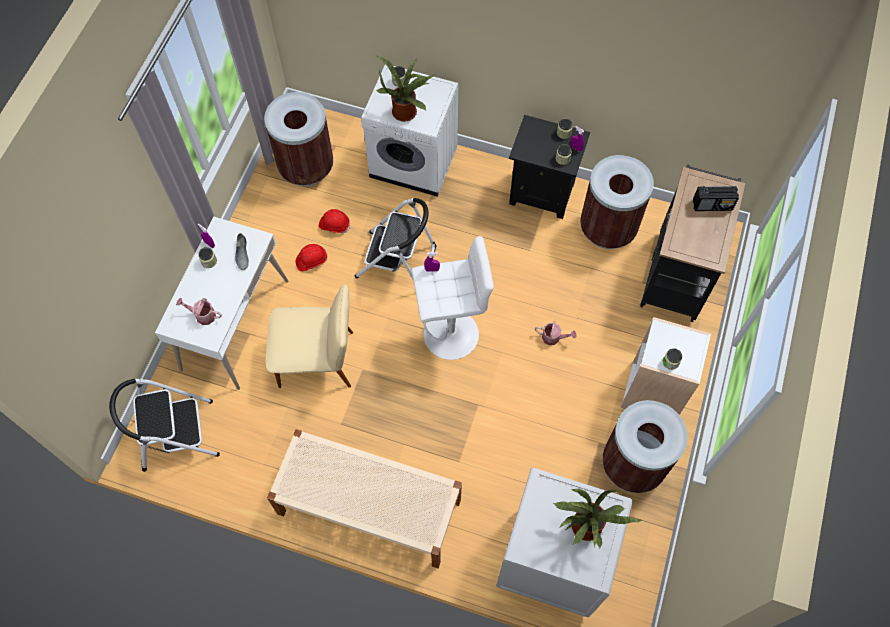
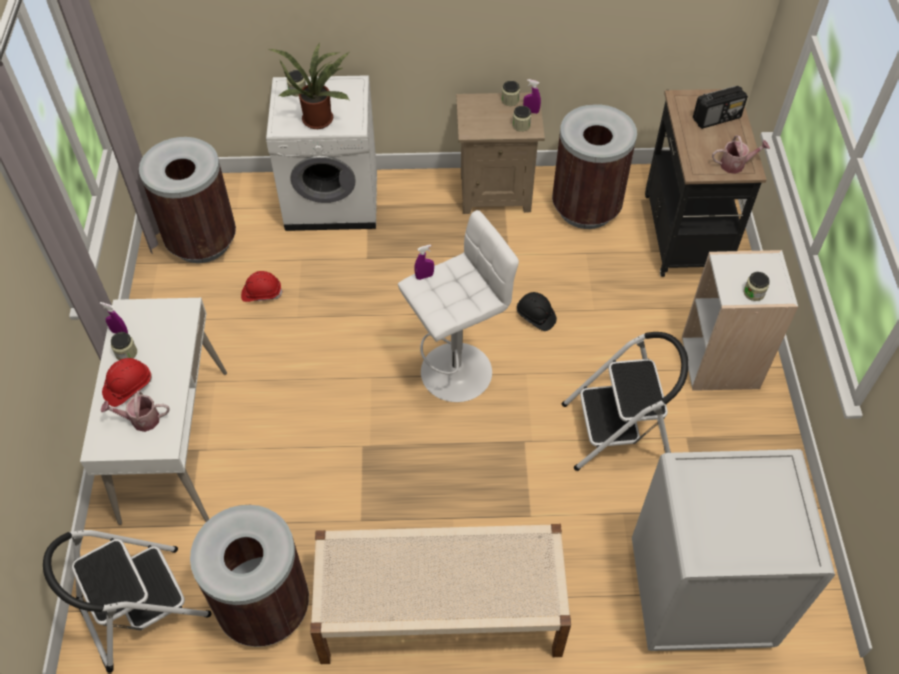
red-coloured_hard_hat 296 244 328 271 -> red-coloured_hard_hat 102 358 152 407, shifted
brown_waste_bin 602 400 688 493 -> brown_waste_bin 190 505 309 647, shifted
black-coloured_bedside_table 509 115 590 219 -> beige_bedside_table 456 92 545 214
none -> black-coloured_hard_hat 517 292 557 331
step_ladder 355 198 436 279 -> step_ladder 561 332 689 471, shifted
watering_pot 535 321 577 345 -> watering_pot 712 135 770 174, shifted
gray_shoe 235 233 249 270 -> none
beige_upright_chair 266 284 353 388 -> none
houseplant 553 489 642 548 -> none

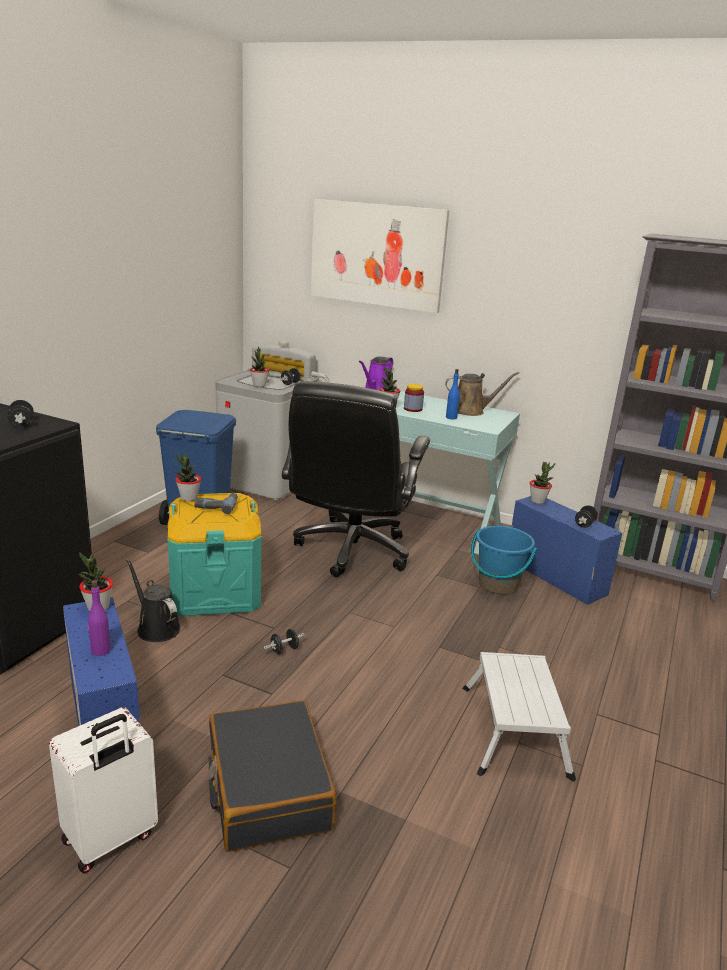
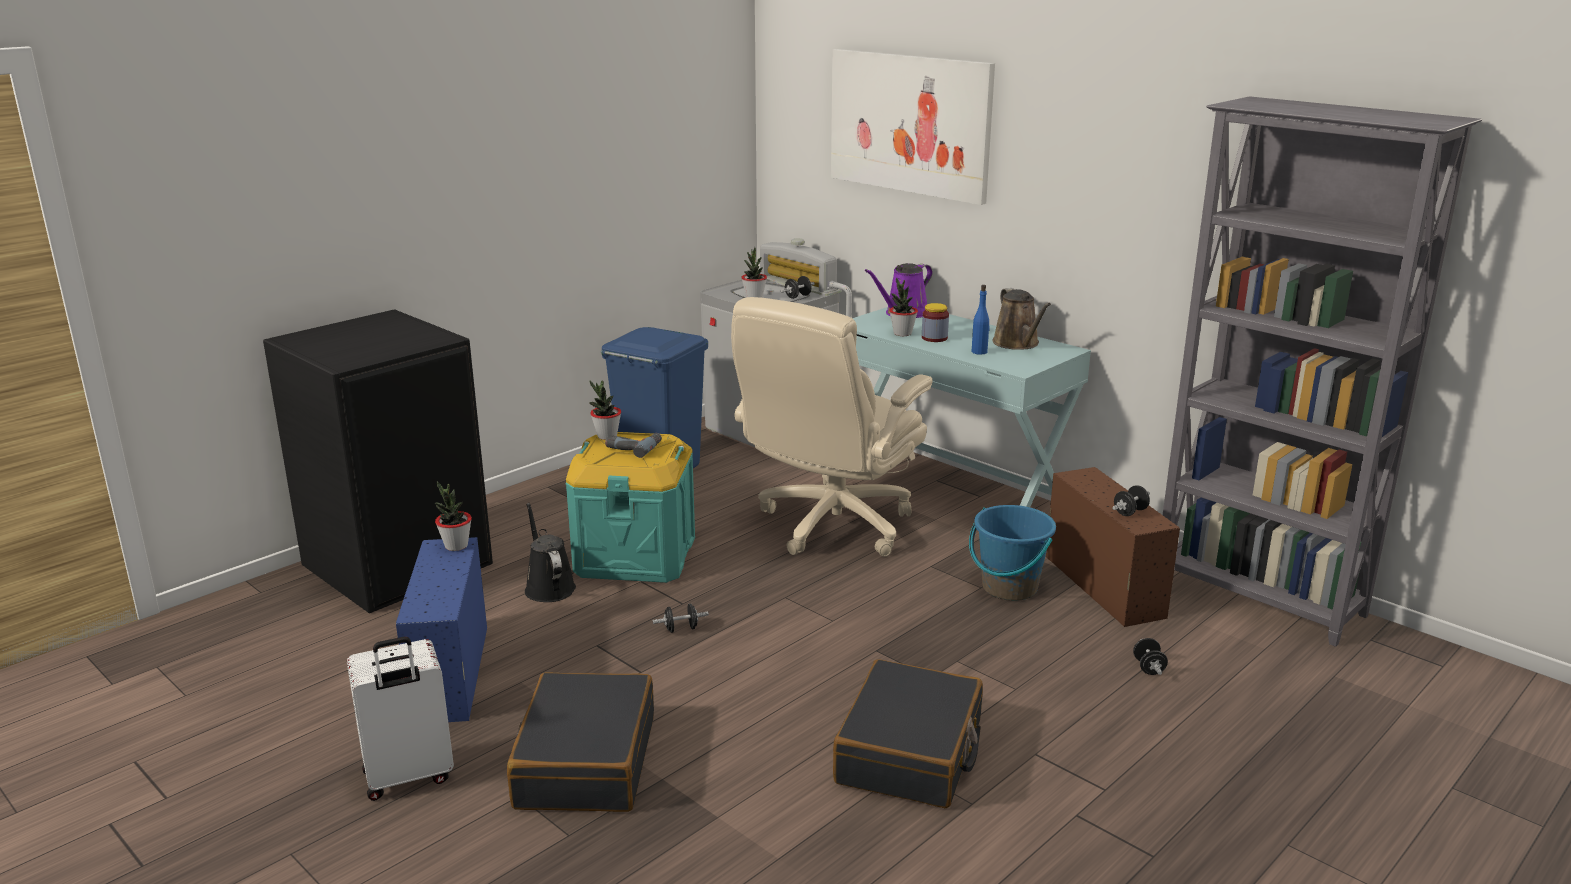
black-coloured_desk_chair 282 381 430 577 -> beige_desk_chair 731 297 933 557
white_step_ladder 462 652 576 782 -> black-coloured_piece_of_luggage 833 659 983 808
brown_watering_pot 445 372 519 416 -> brown_watering_pot 993 288 1051 350, 60 degrees clockwise
bluish_storage_container 512 496 622 605 -> brown_storage_container 1046 467 1180 627
black-coloured_dumbbell 7 400 34 428 -> black-coloured_dumbbell 1133 638 1168 675, shifted
purple_bottle 88 580 111 656 -> none
houseplant 530 462 555 504 -> none

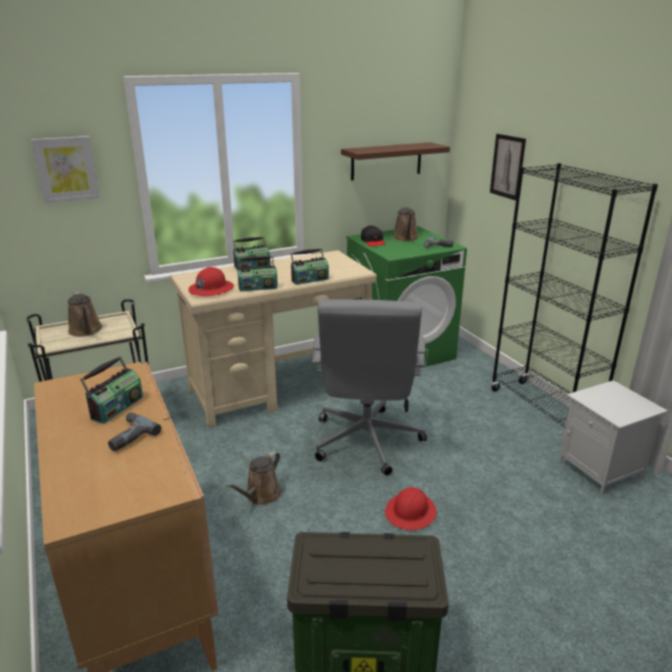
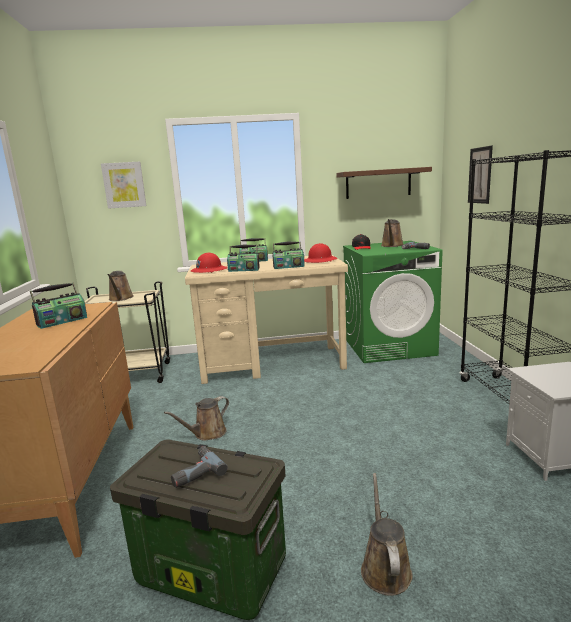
power_drill 108 412 161 451 -> power_drill 171 446 228 488, shifted
red-coloured_hard_hat 385 487 437 530 -> red-coloured_hard_hat 304 243 337 263, shifted
none -> brown_watering_pot 361 473 413 596
gray_desk_chair 312 299 427 476 -> none

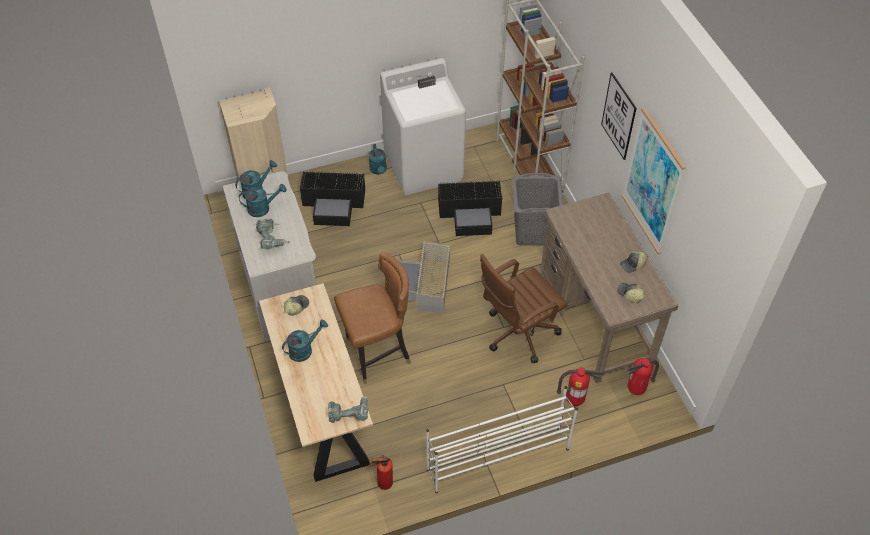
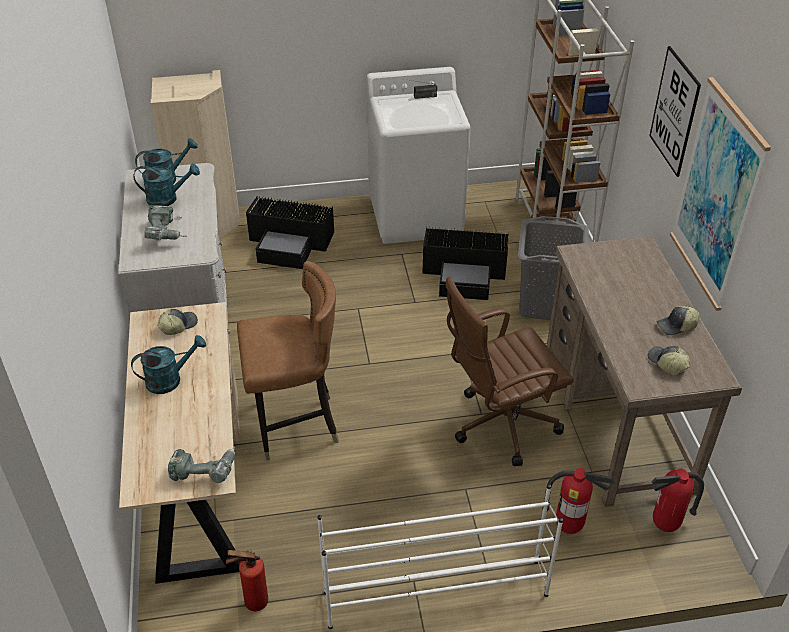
turquoise-coloured_watering_pot 369 144 387 174 -> none
gray_storage_container 398 241 450 313 -> none

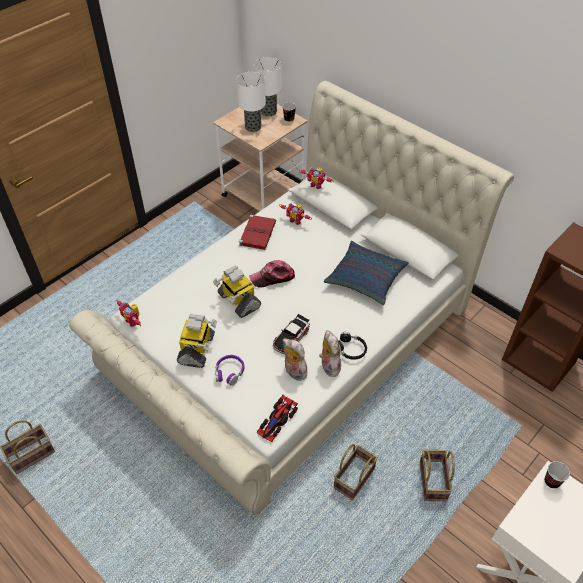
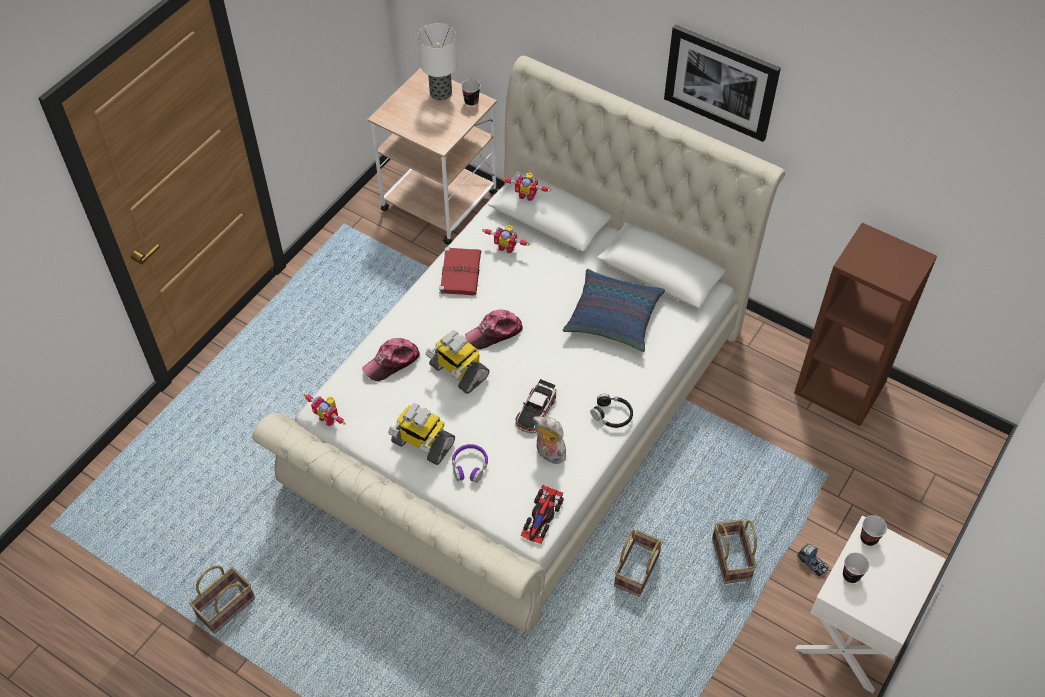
none -> peaked_cap 362 338 420 381
model_robot 177 314 217 368 -> model_robot 388 403 455 465, 120 degrees clockwise
none -> wall_picture 664 25 781 142
none -> toy_lorry 797 544 829 576
none -> cup 843 552 870 583
tabletop_lamp 237 72 266 132 -> none
cuddly_toy 319 330 341 377 -> none

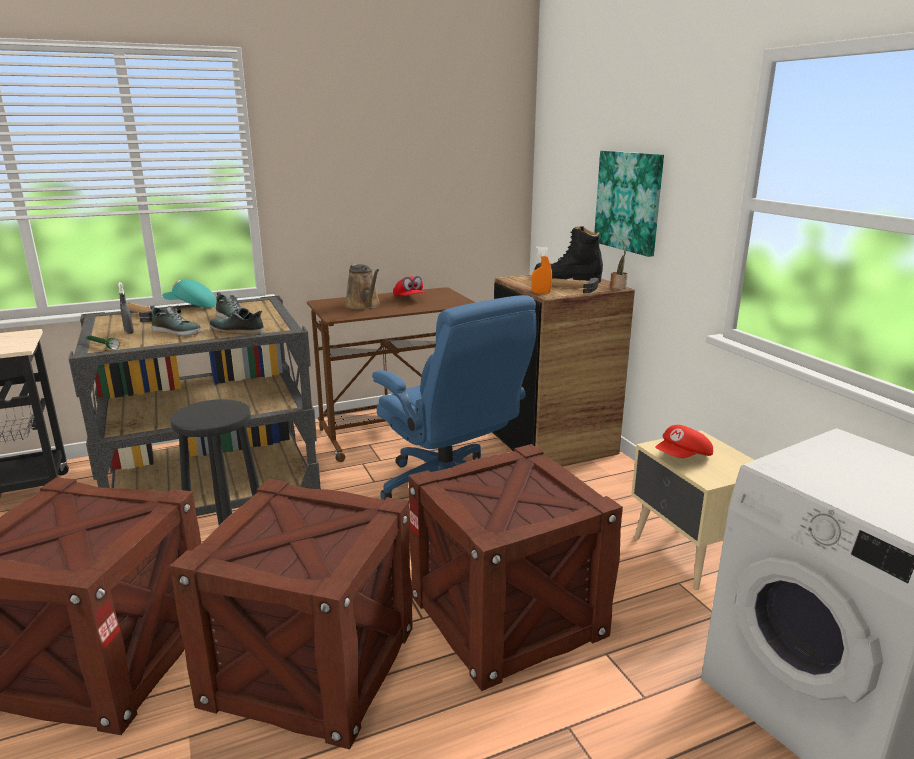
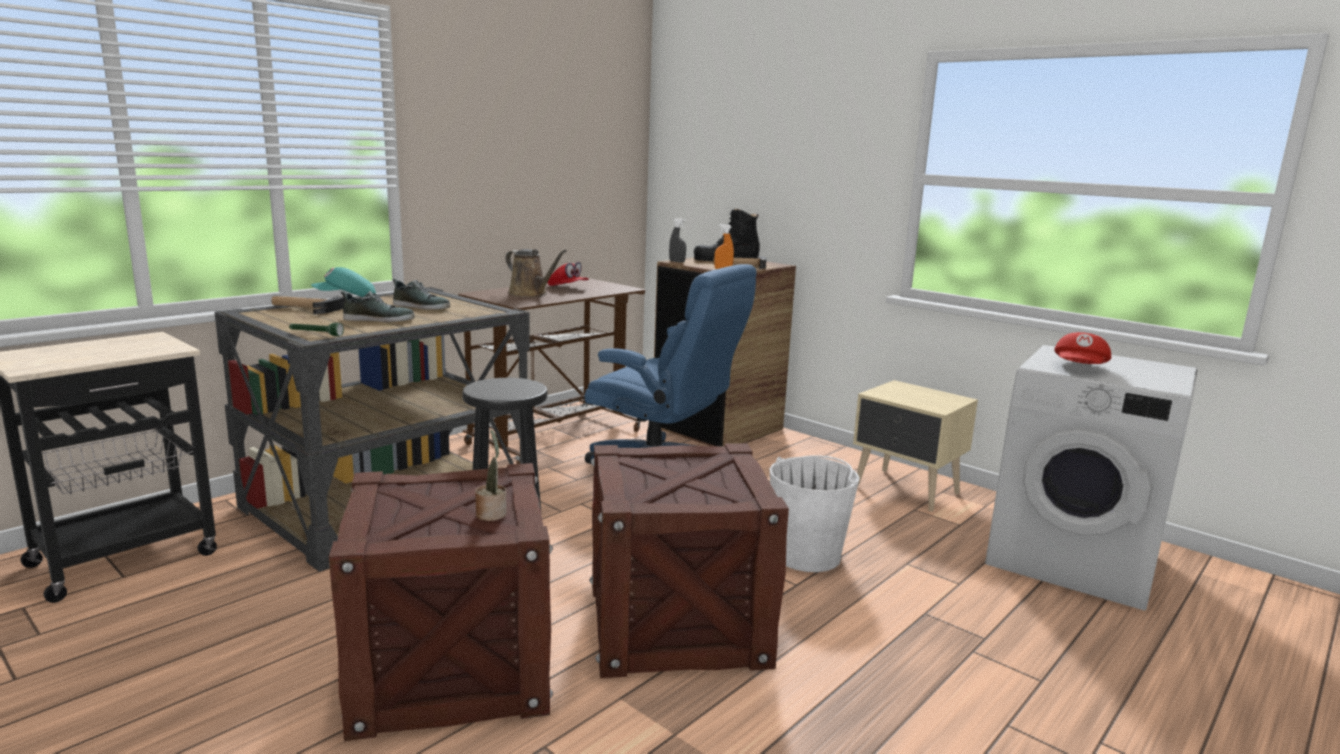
houseplant 610 241 628 289 -> houseplant 475 429 507 521, shifted
gray_sprayer 118 282 134 334 -> gray_sprayer 669 218 686 262, shifted
packing_crate 409 444 623 691 -> white_water_bucket 770 455 860 572
red-coloured_peaked_cap 655 425 713 458 -> red-coloured_peaked_cap 1054 332 1111 364, shifted
shoe 209 307 264 335 -> none
wall_picture 594 151 664 257 -> none

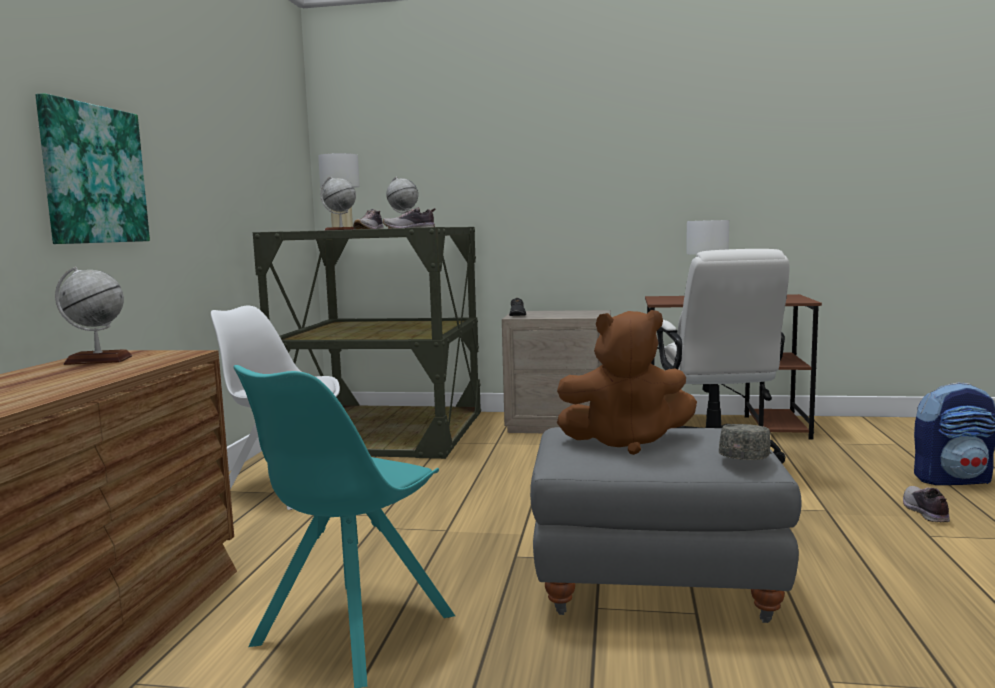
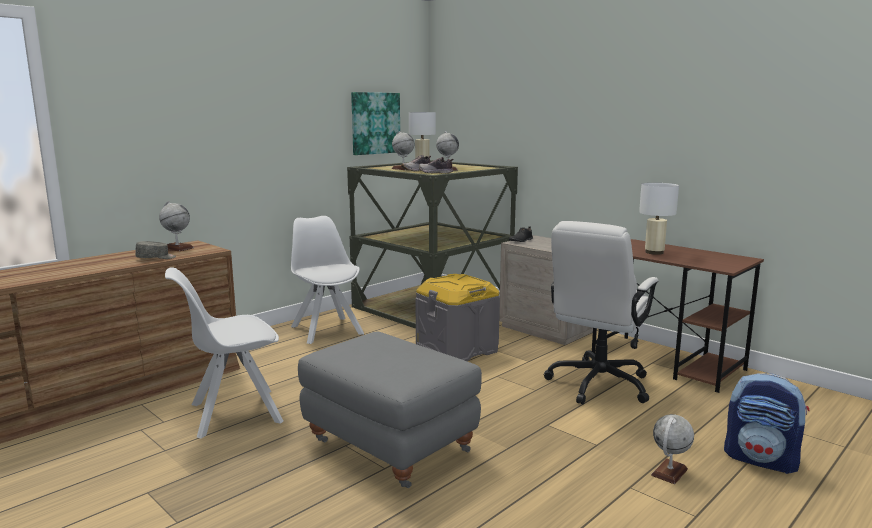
gray_peaked_cap 719 424 772 460 -> gray_peaked_cap 135 241 176 259, shifted
turquoise-coloured_upright_chair 234 365 455 688 -> white_upright_chair 165 267 283 439
wall_picture 35 93 150 244 -> wall_picture 351 92 400 155, shifted
none -> gray_storage_container 415 274 500 361
shoe 903 486 950 522 -> desk_globe 651 414 694 484
brown_cuddly_toy 557 310 697 455 -> none

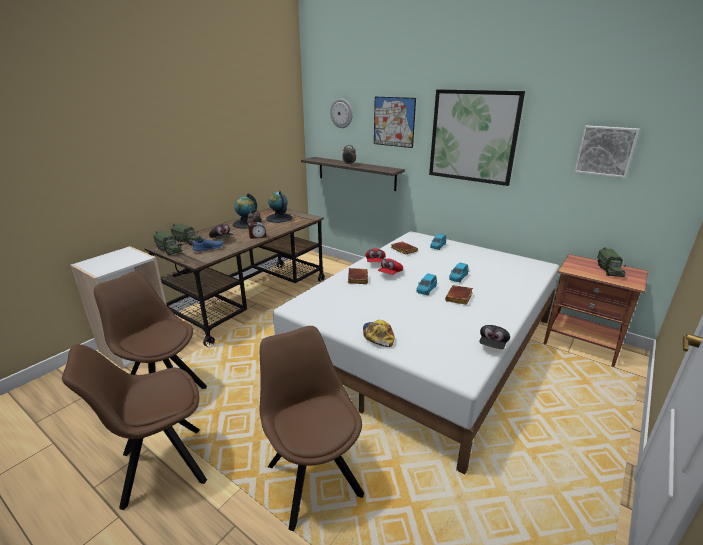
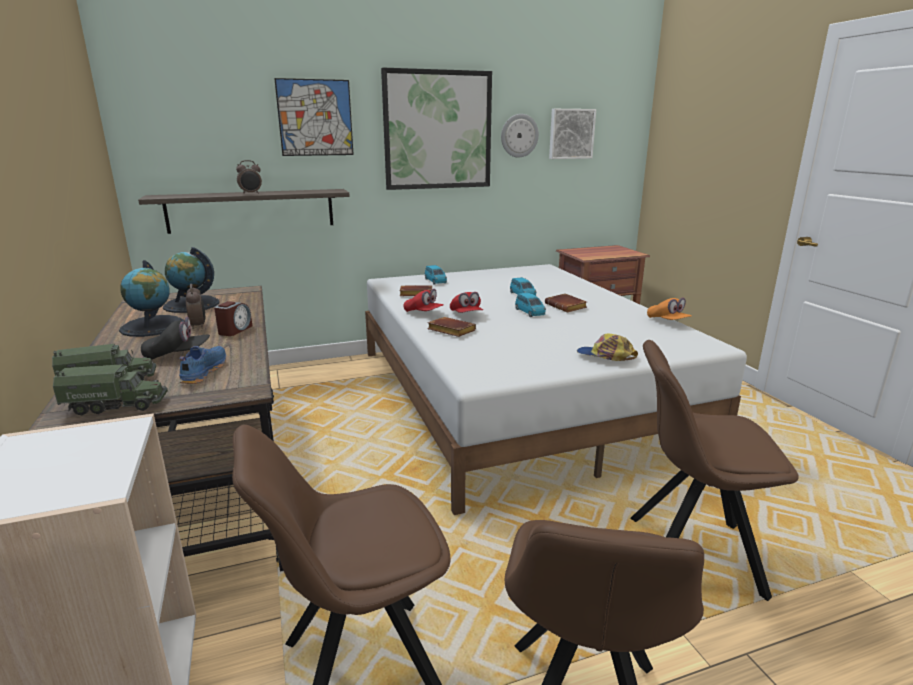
wall_clock 330 98 353 128 -> wall_clock 501 114 539 158, shifted
black-coloured_peaked_cap 479 325 510 349 -> orange_peaked_cap 647 298 692 320
toy_lorry 597 247 626 277 -> none

